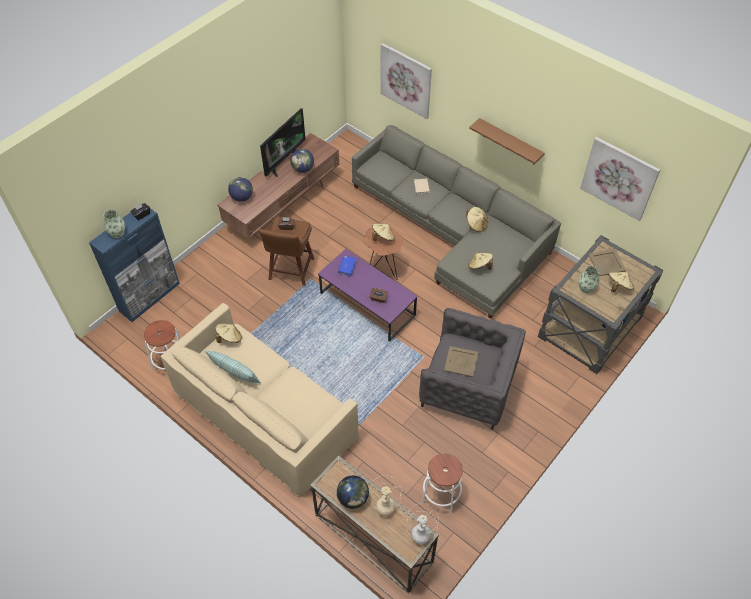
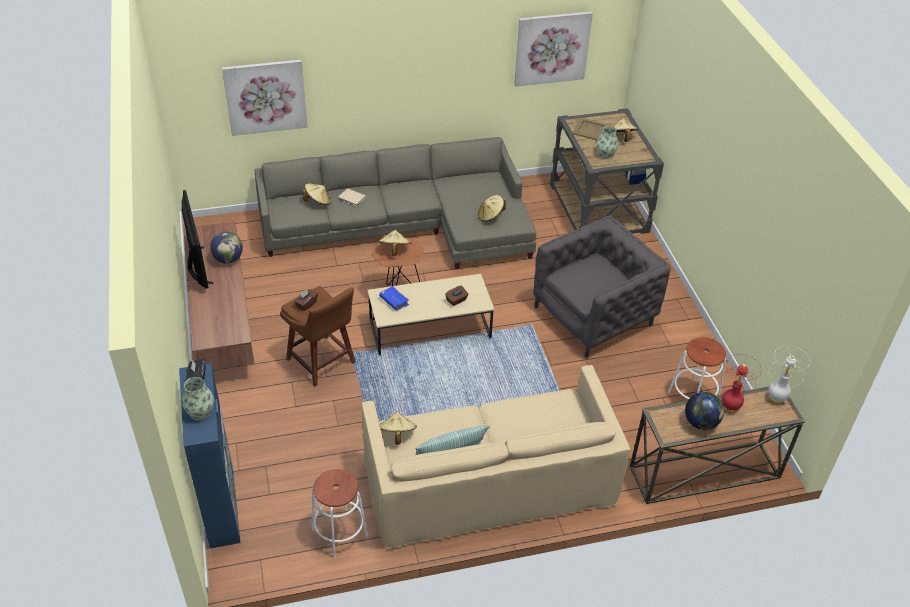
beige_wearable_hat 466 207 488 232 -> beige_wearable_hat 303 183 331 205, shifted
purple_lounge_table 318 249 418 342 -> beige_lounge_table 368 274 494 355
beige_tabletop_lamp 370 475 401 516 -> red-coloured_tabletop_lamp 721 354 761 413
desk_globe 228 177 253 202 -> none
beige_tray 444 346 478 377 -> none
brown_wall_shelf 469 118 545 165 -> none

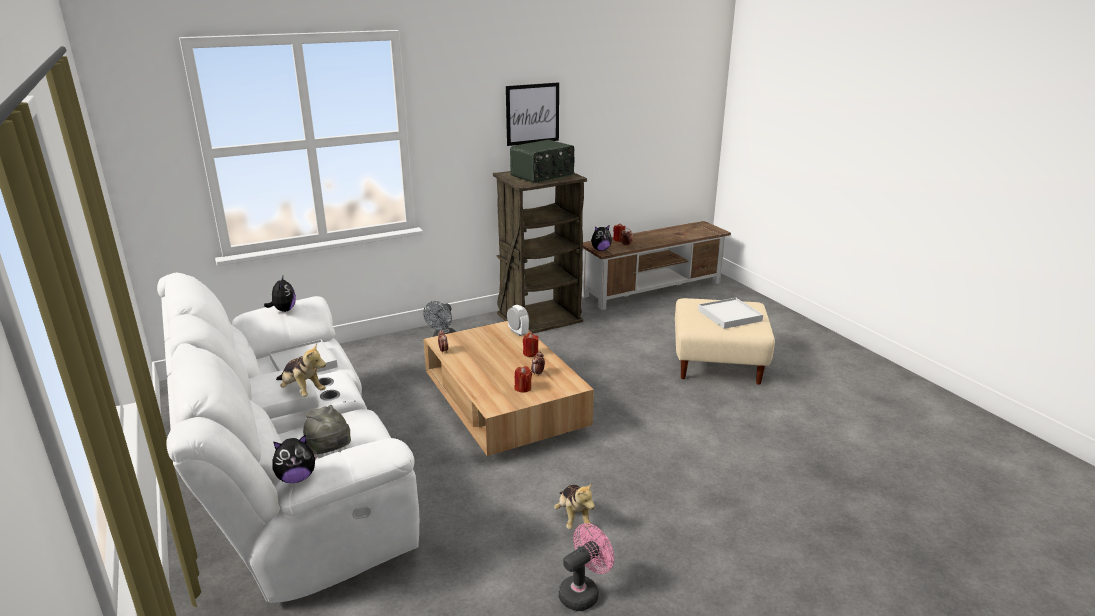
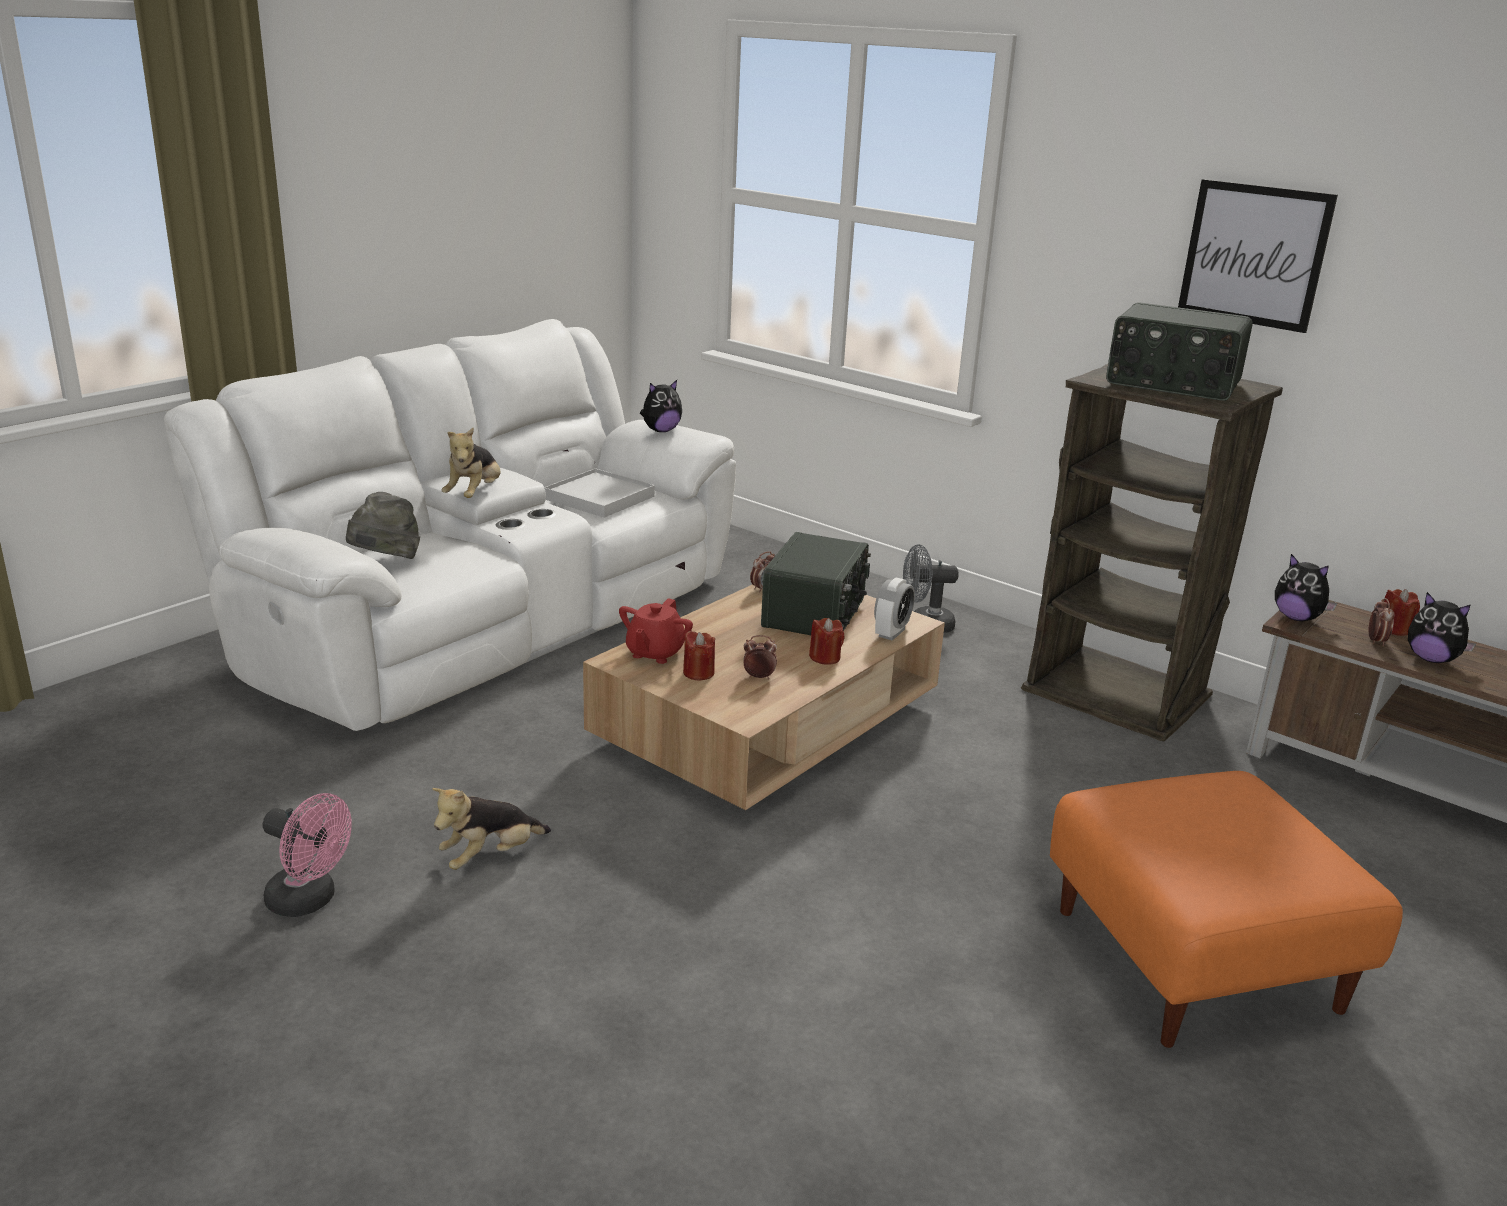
none -> red-coloured_tea_pot 619 598 693 664
none -> radio_receiver 761 532 871 635
beige_ottoman 675 298 775 385 -> orange_ottoman 1050 771 1403 1048
cuddly_toy 273 434 317 483 -> cuddly_toy 1408 592 1476 663, shifted
white_tray 698 298 763 329 -> none

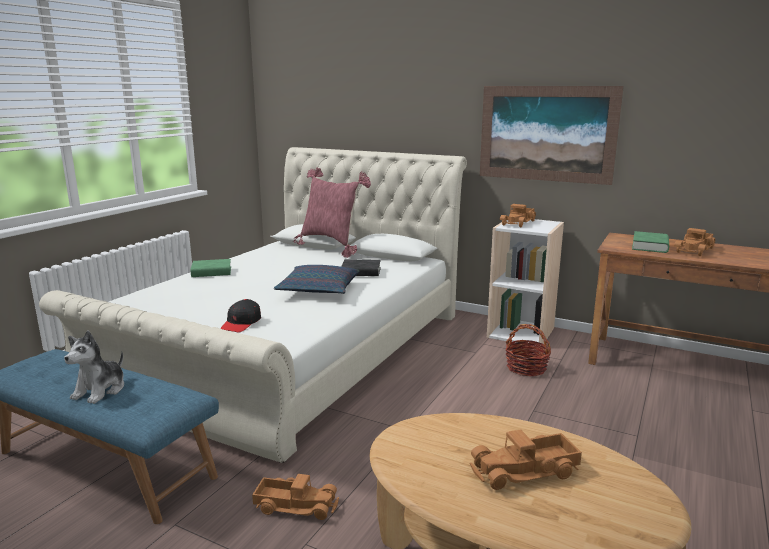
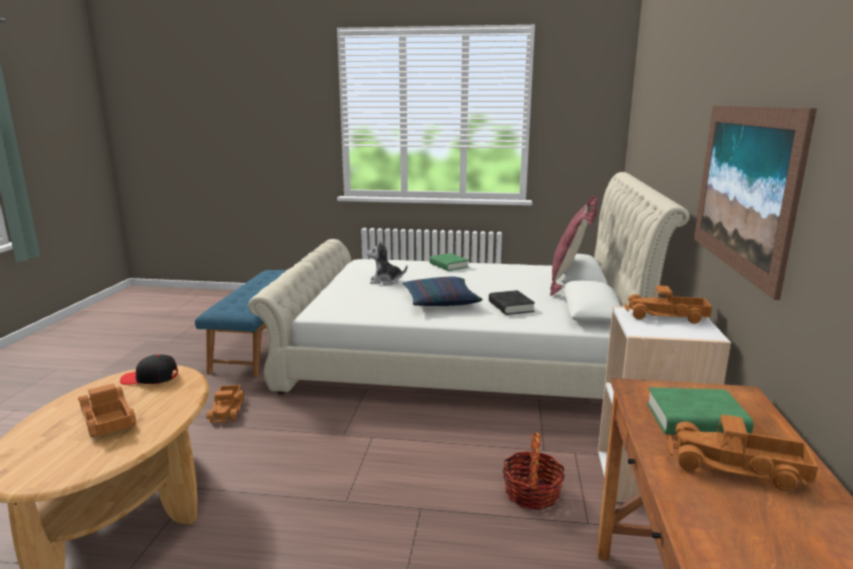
black-coloured_peaked_cap 220 299 261 332 -> black-coloured_peaked_cap 120 354 178 385, shifted
cuddly_toy 64 331 124 404 -> cuddly_toy 366 241 407 285, shifted

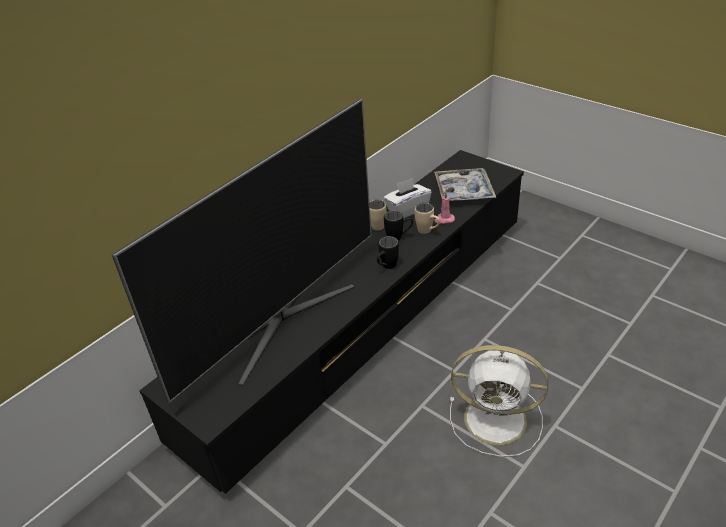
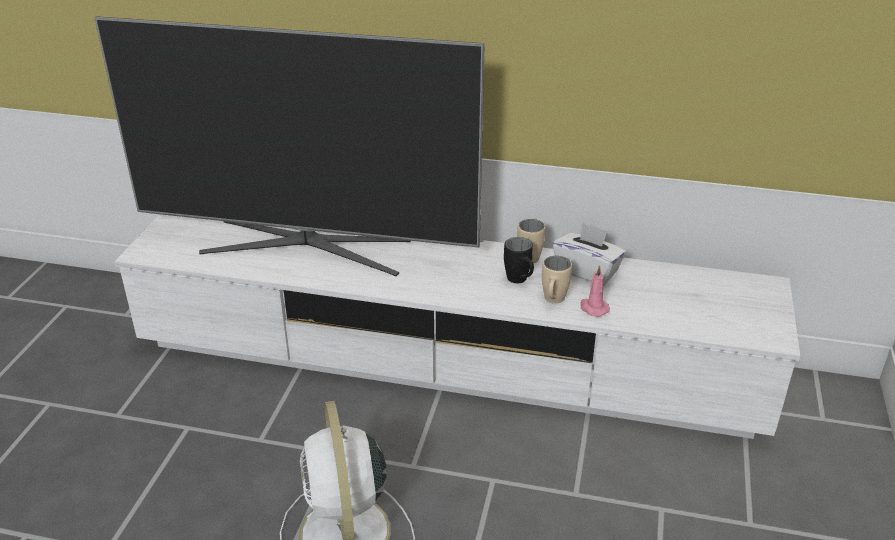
black-coloured_tv_unit 139 150 524 494 -> white_tv_unit 115 214 800 439
black-coloured_mug 377 236 399 269 -> none
tray 434 168 496 201 -> none

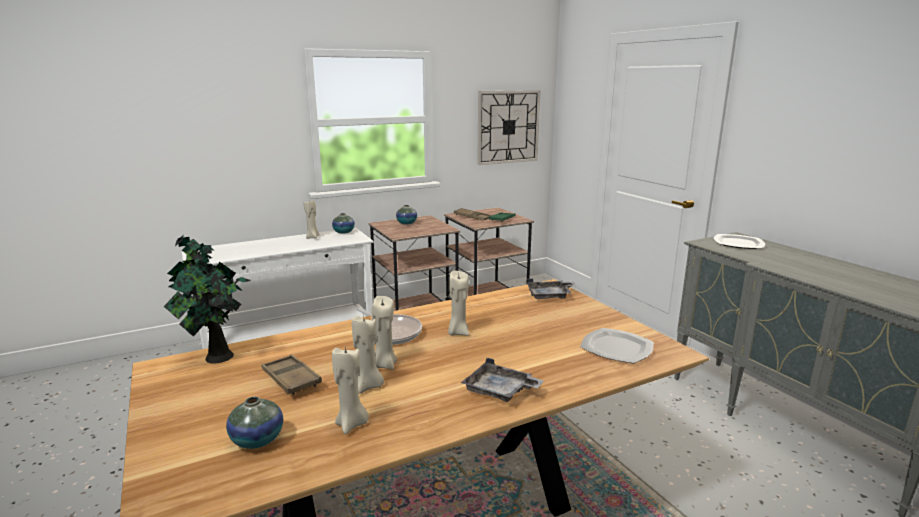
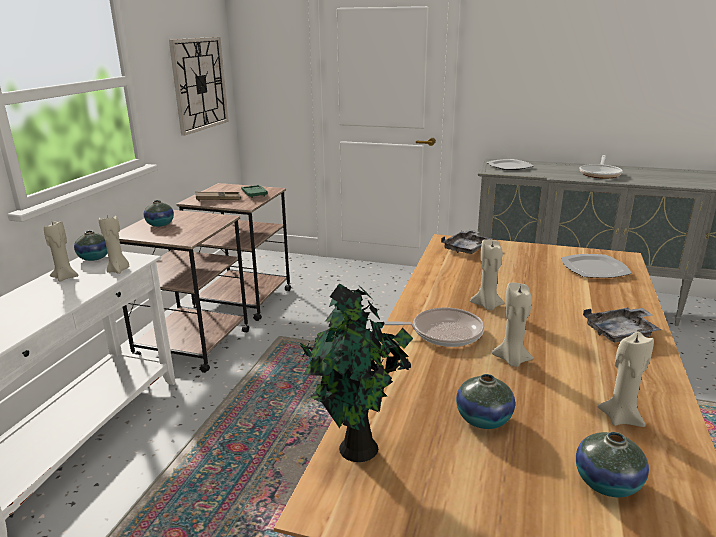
beige_candle 352 316 384 394 -> beige_candle 99 215 129 274, shifted
brown_tray 261 354 322 395 -> decorative_vase 456 374 515 429
none -> pan 580 155 623 179

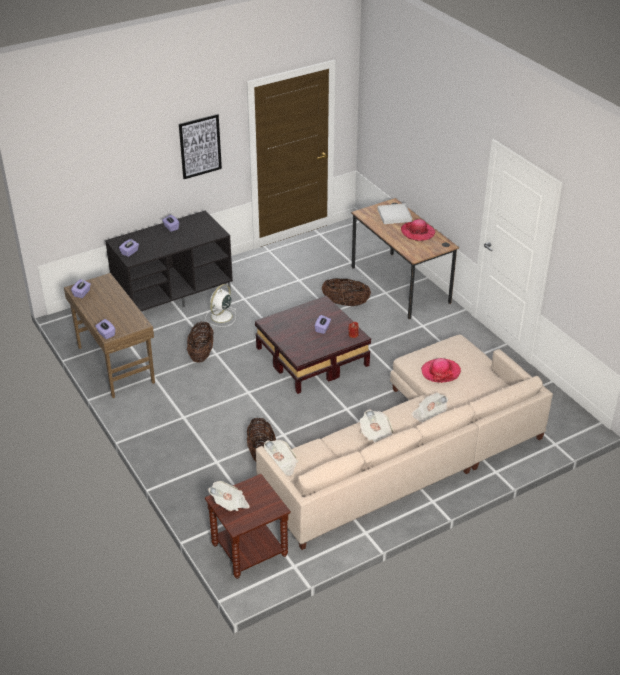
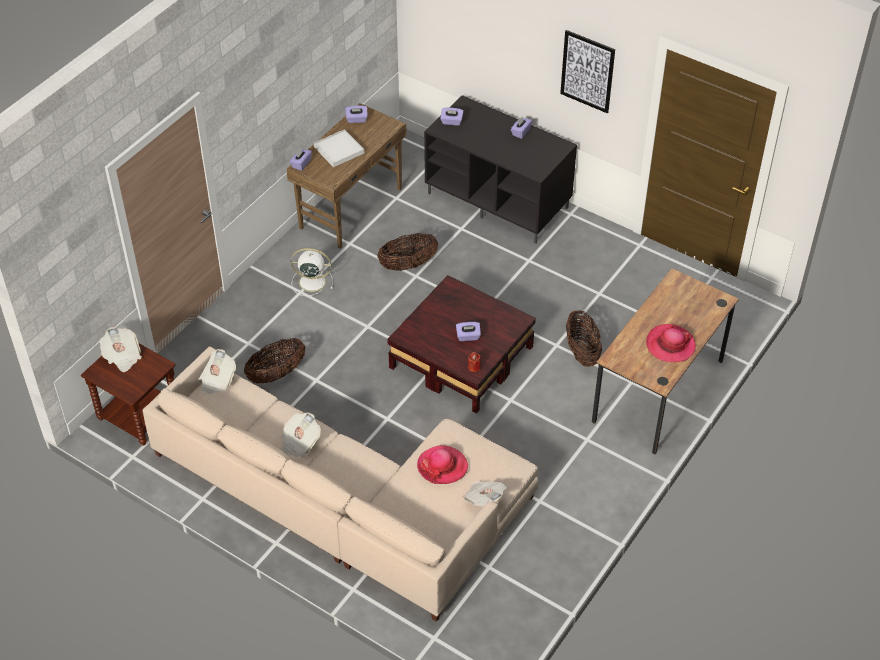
white_cooling_fan 205 284 236 327 -> white_cooling_fan 290 248 333 296, shifted
white_tray 378 203 412 224 -> white_tray 314 129 365 167, shifted
daily_paper 411 393 449 423 -> daily_paper 463 481 507 506, shifted

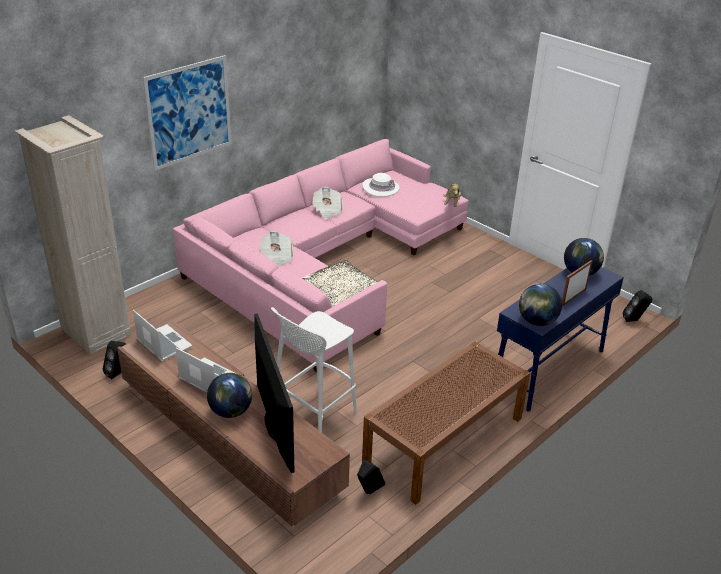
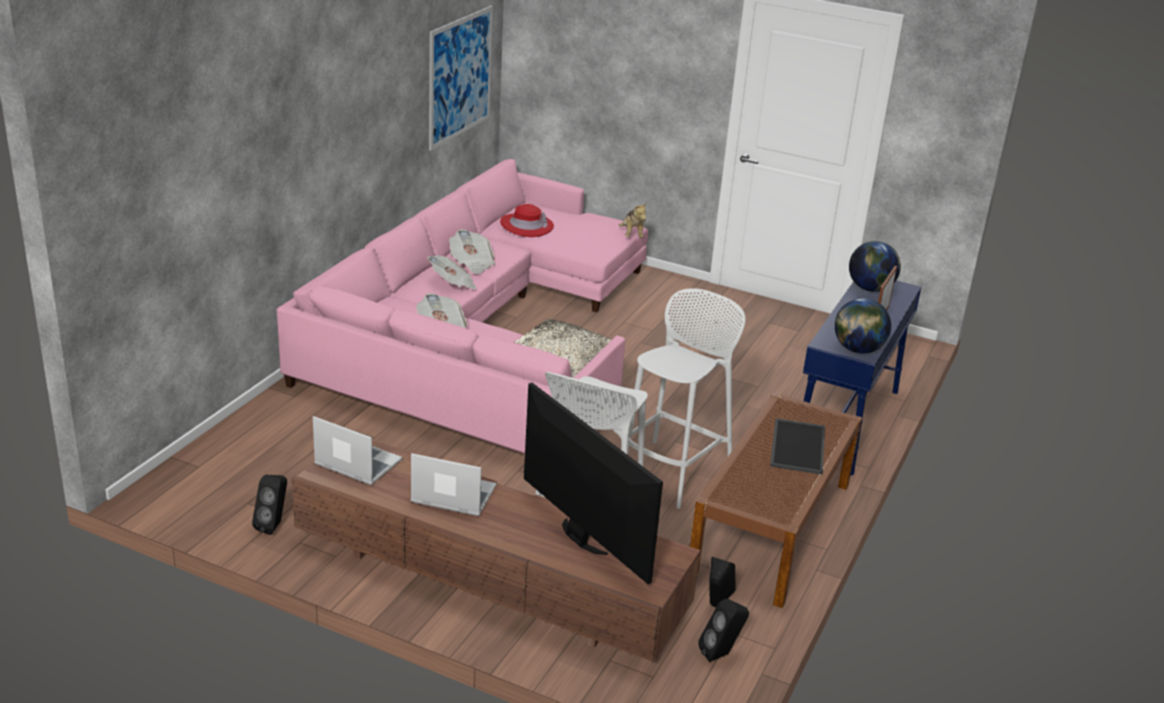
none -> daily_paper 428 255 476 290
wall_picture 143 55 232 171 -> wall_picture 429 6 493 151, shifted
white_wearable_hat 362 173 400 197 -> red-coloured_wearable_hat 500 204 554 237
none -> white_stool_seat 628 288 746 509
black-coloured_speaker 623 290 653 322 -> black-coloured_speaker 698 599 749 662, shifted
none -> tray 770 418 825 474
beige_cabinet 15 115 131 355 -> none
desk_globe 207 373 252 418 -> none

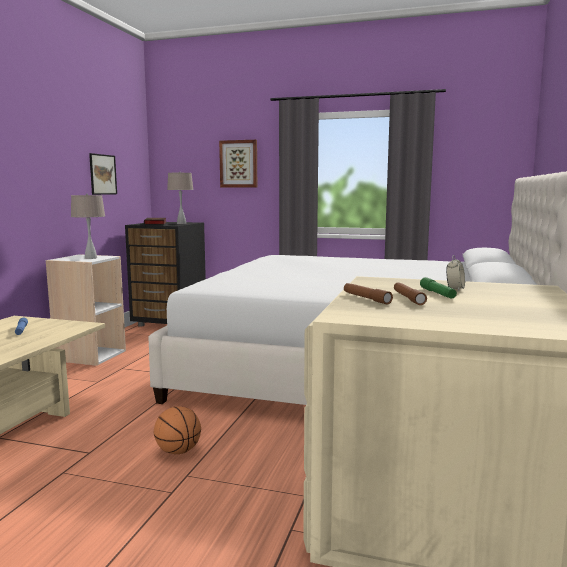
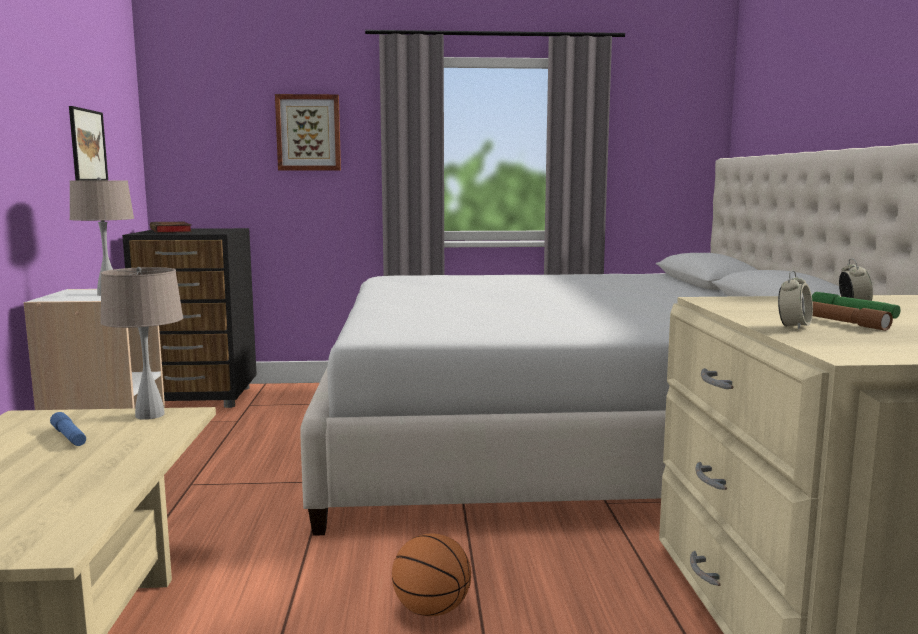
beige_tabletop_lamp 167 172 193 224 -> beige_tabletop_lamp 100 267 183 420, shifted
brown_flashlight 344 283 393 304 -> table_clock 778 270 813 330

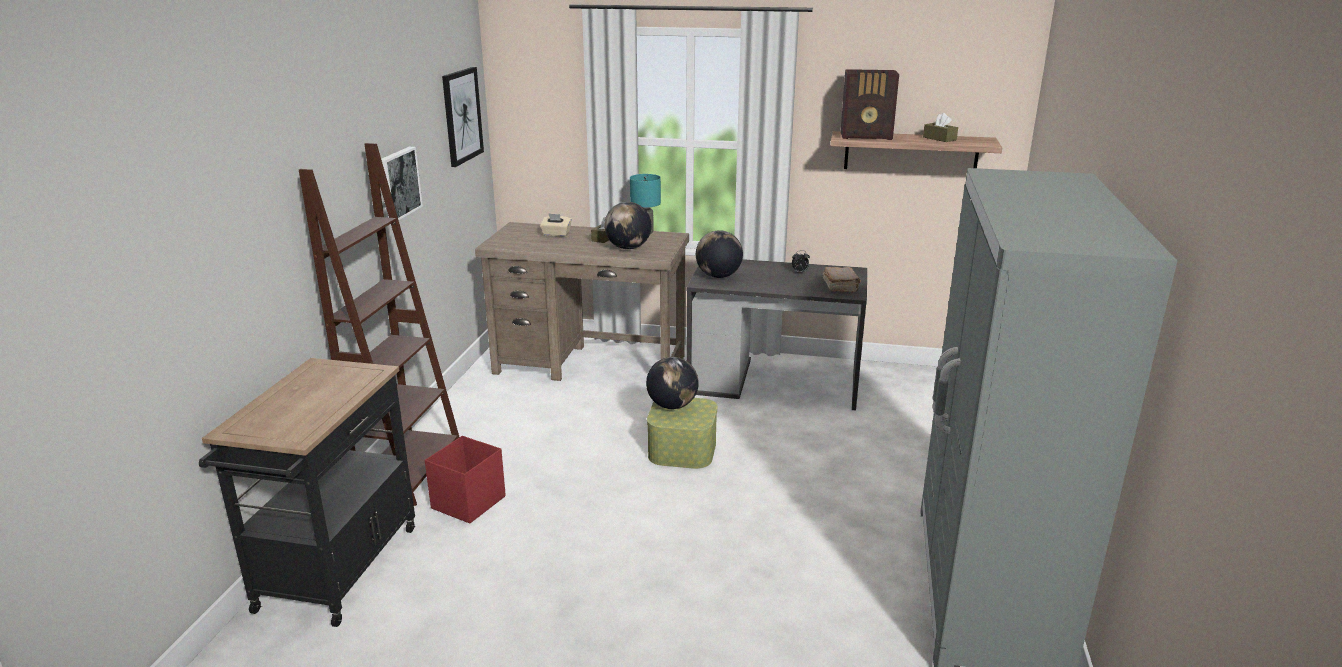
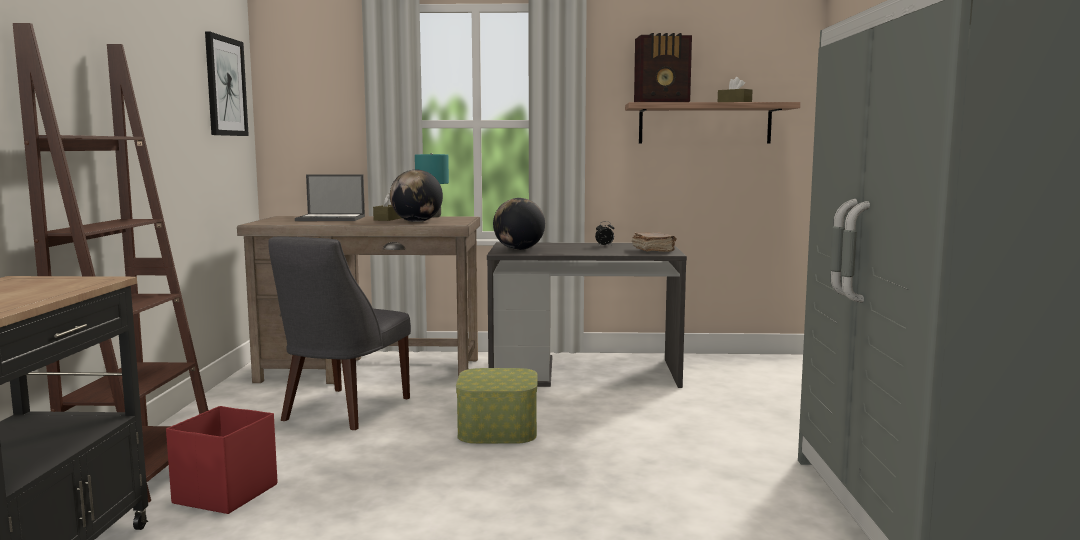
none -> gray_upright_chair 268 236 411 430
beige_tissue_holder 540 213 572 237 -> notebook_computer 295 174 365 221
wall_picture 381 147 423 220 -> none
desk_globe 646 357 699 409 -> none

